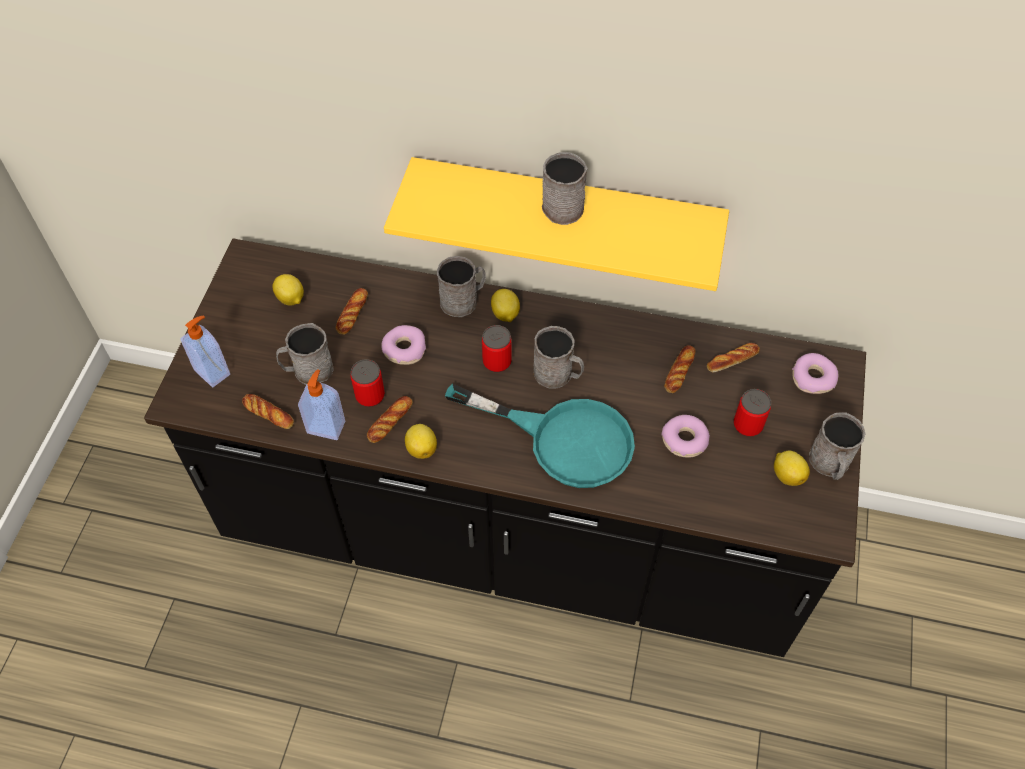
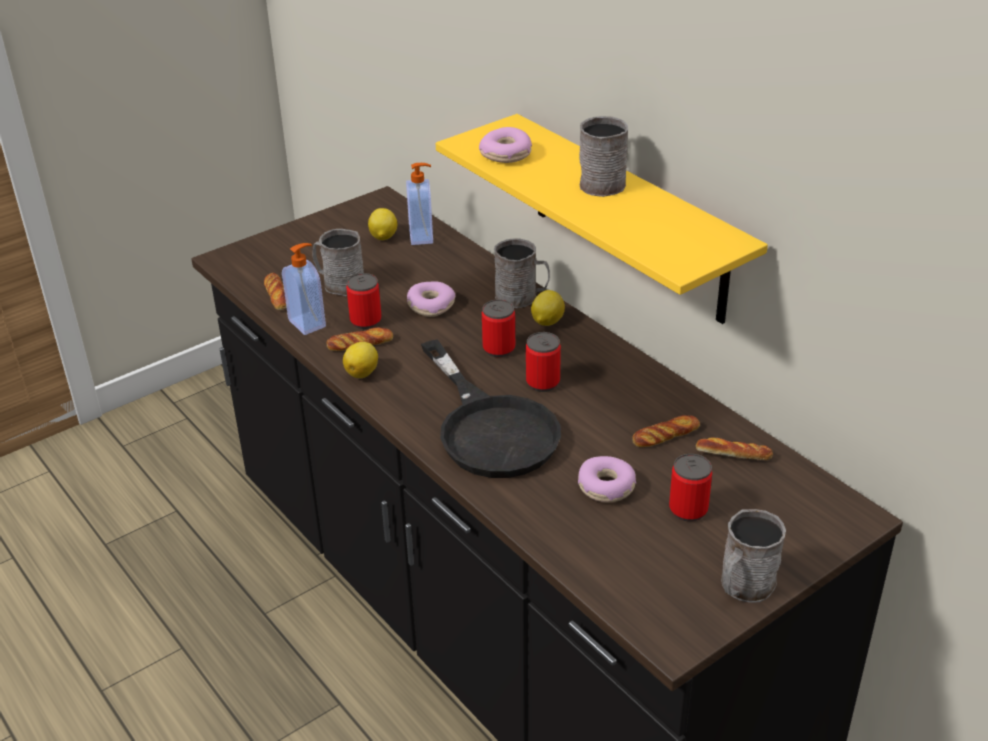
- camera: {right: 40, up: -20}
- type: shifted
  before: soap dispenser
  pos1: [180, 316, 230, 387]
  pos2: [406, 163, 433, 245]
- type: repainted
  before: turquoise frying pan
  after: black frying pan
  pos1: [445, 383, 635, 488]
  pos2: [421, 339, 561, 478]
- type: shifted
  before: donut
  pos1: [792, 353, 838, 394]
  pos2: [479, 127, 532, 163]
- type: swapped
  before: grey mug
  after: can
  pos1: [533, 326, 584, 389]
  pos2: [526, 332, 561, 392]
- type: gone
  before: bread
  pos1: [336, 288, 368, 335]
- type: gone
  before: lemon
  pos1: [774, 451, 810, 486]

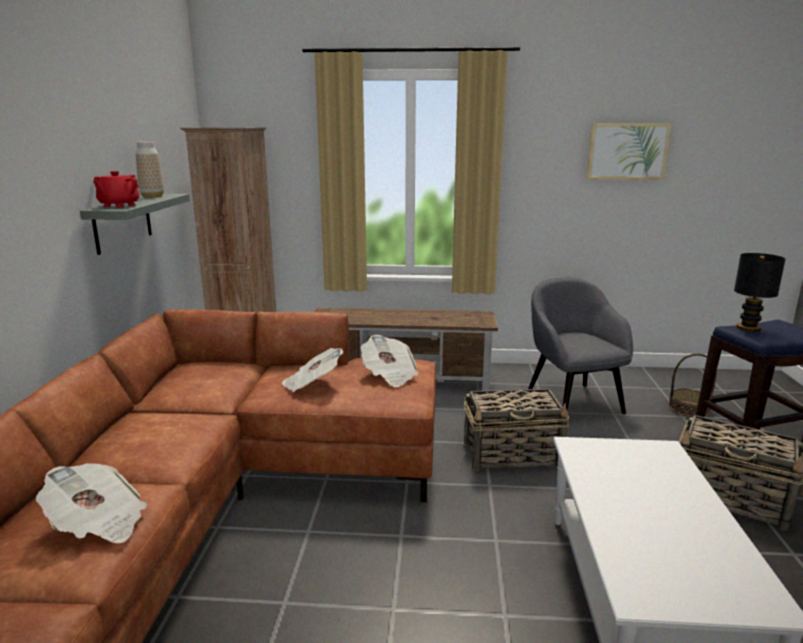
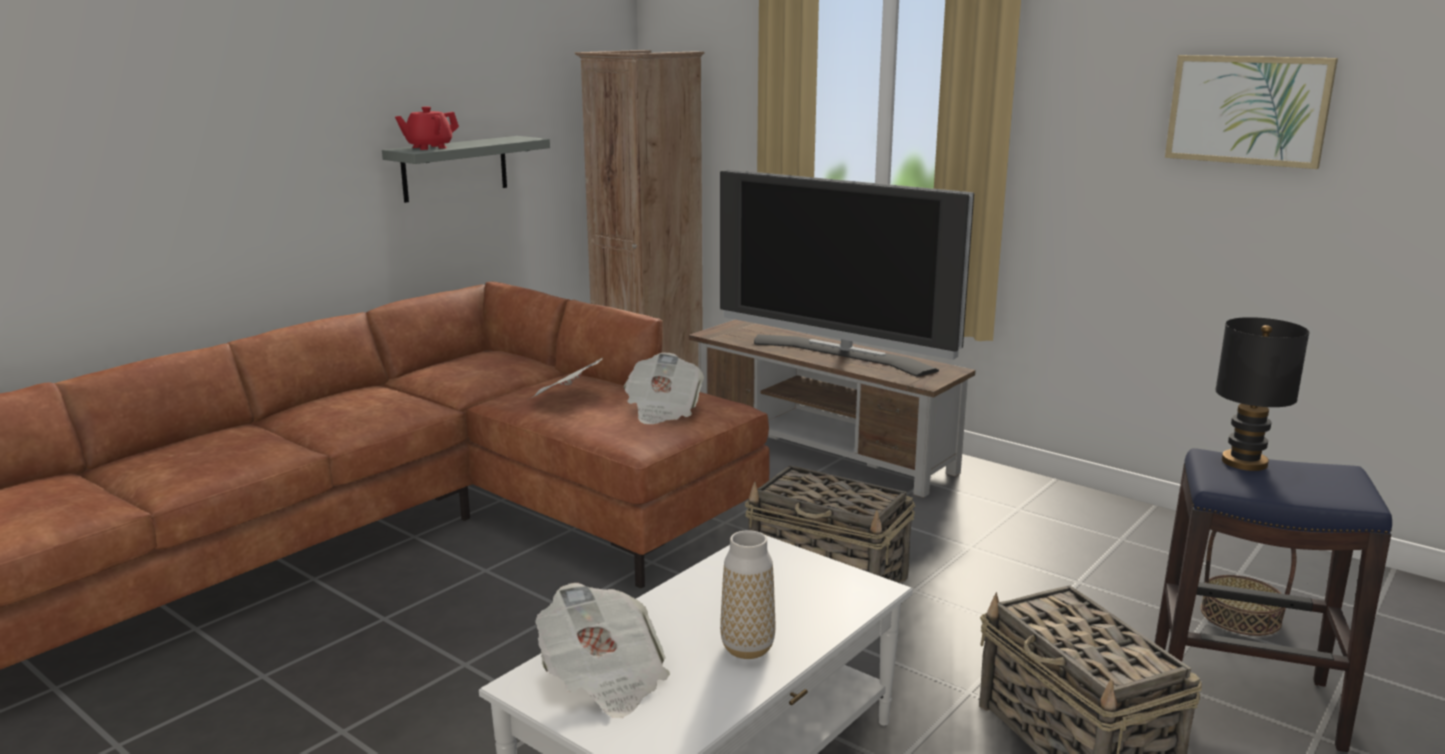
- camera: {right: 35, up: 0}
- type: shifted
  before: newspaper
  pos1: [36, 463, 147, 543]
  pos2: [535, 583, 670, 718]
- type: new
  after: television
  pos2: [720, 170, 974, 376]
- type: shifted
  before: vase
  pos1: [136, 142, 164, 198]
  pos2: [720, 530, 775, 659]
- type: gone
  before: grey armchair
  pos1: [528, 277, 633, 414]

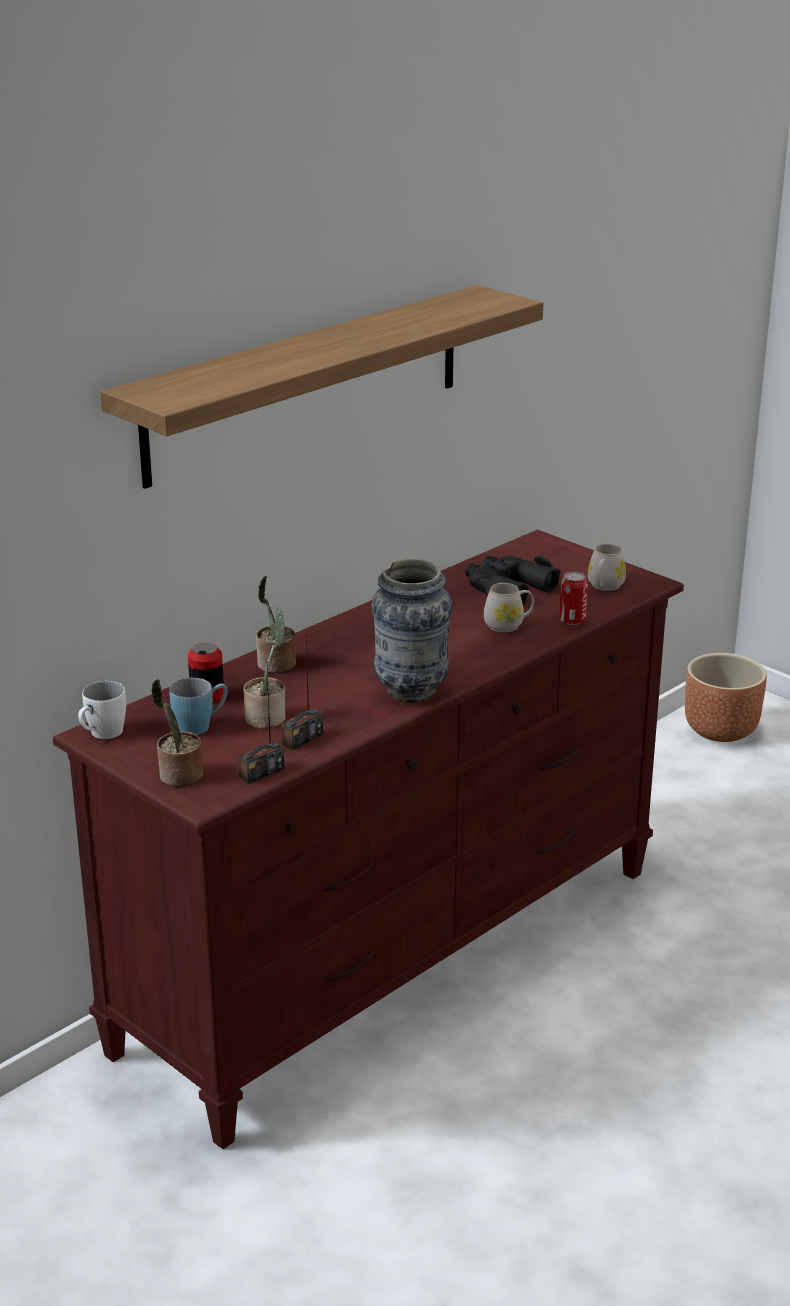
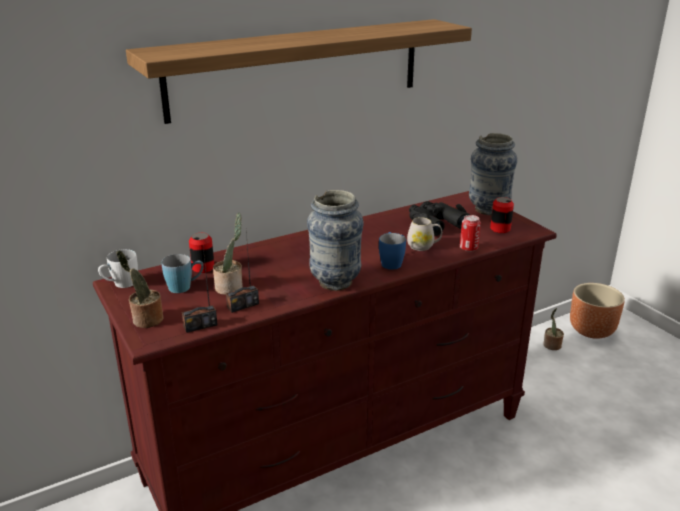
- camera: {right: 15, up: 0}
- type: new
  after: blue mug
  pos2: [379, 232, 406, 270]
- type: new
  after: vase
  pos2: [469, 133, 517, 215]
- type: swapped
  before: white mug
  after: can
  pos1: [588, 544, 626, 591]
  pos2: [490, 197, 514, 233]
- type: shifted
  before: potted plant
  pos1: [256, 576, 296, 673]
  pos2: [543, 308, 564, 350]

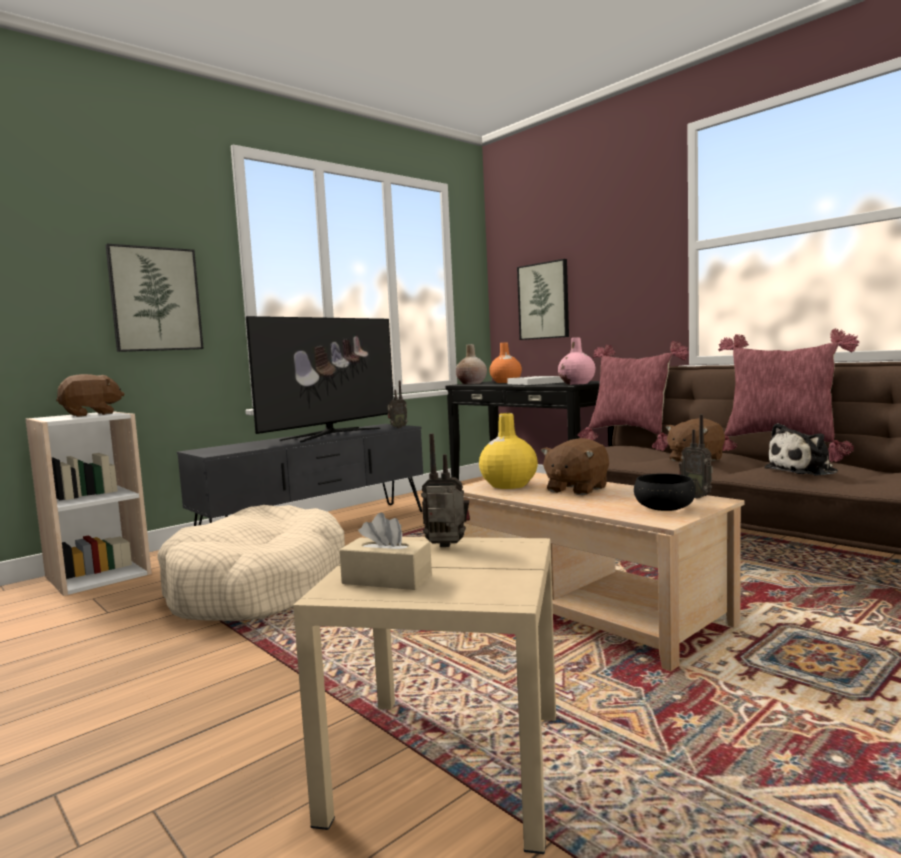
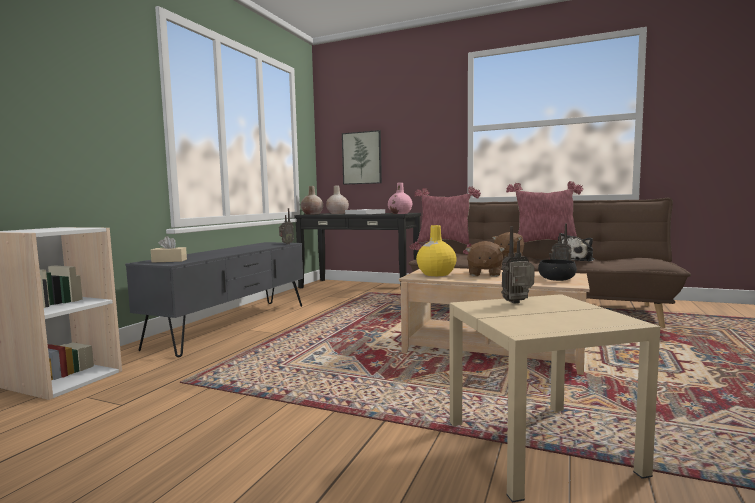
- camera: {right: -25, up: 0}
- type: shifted
  before: beige tissue box
  pos1: [339, 513, 432, 590]
  pos2: [151, 236, 187, 263]
- type: repainted
  before: orange vase
  after: beige vase
  pos1: [489, 342, 522, 383]
  pos2: [326, 185, 349, 214]
- type: gone
  before: brown plush toy
  pos1: [56, 374, 125, 417]
- type: gone
  before: picture
  pos1: [106, 244, 204, 352]
- type: gone
  before: beige dog bed
  pos1: [157, 505, 345, 621]
- type: gone
  before: television
  pos1: [246, 316, 394, 442]

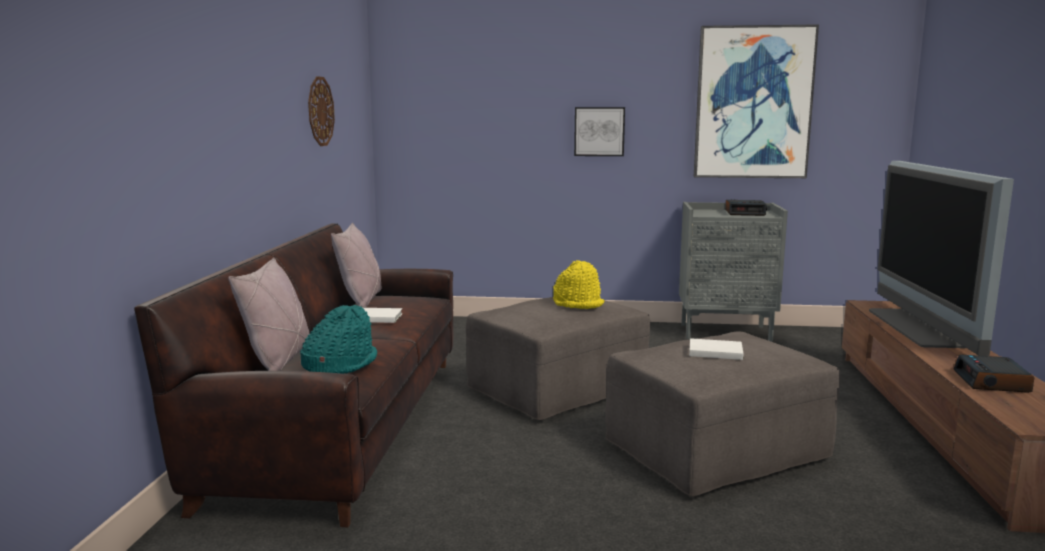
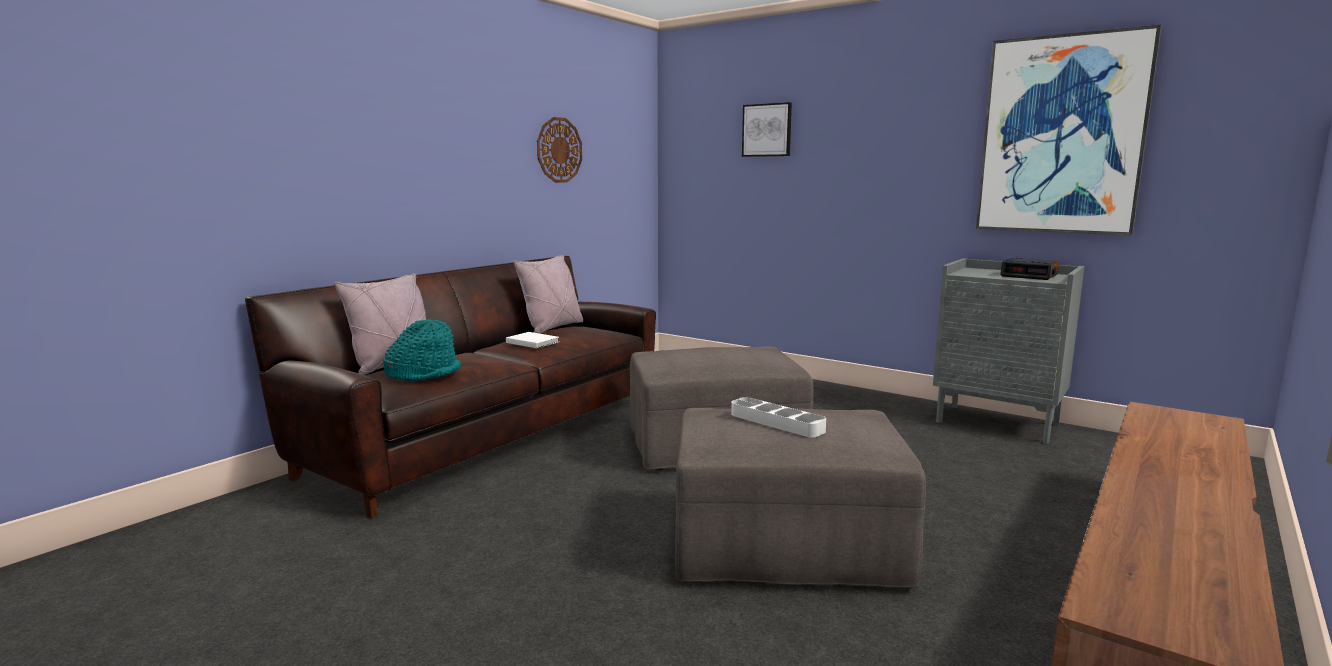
- camera: {right: 30, up: 0}
- type: swapped
  before: white book
  after: white tray
  pos1: [689, 338, 744, 360]
  pos2: [731, 397, 826, 437]
- type: shifted
  before: picture
  pos1: [574, 107, 625, 156]
  pos2: [742, 102, 792, 157]
- type: gone
  before: yellow hat
  pos1: [553, 260, 605, 309]
- type: gone
  before: television
  pos1: [869, 161, 1014, 356]
- type: gone
  before: alarm clock
  pos1: [954, 354, 1034, 393]

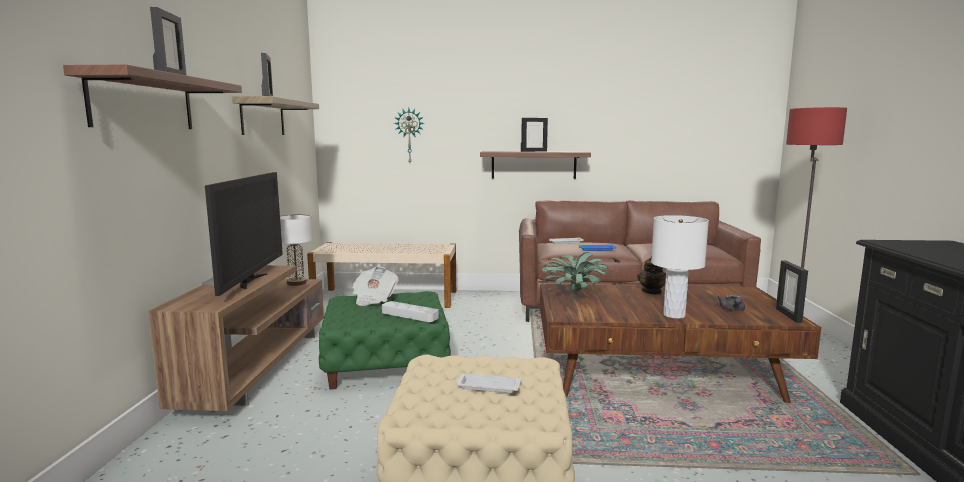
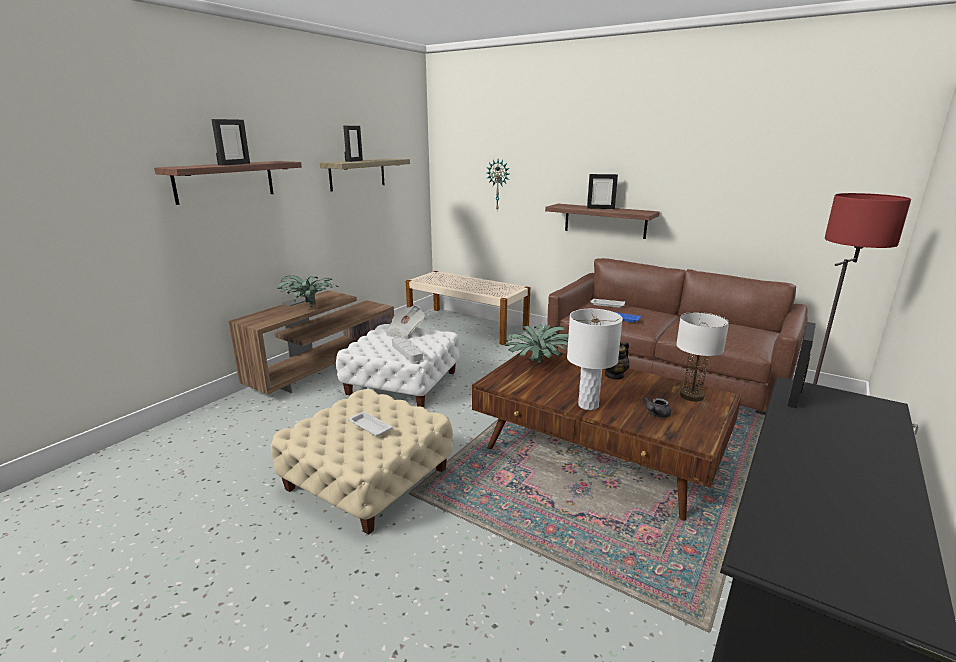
- camera: {right: 30, up: 10}
- type: swapped
  before: television
  after: potted plant
  pos1: [205, 172, 283, 296]
  pos2: [277, 275, 339, 307]
- type: repainted
  before: green ottoman
  after: white ottoman
  pos1: [319, 291, 451, 389]
  pos2: [336, 324, 460, 407]
- type: shifted
  before: table lamp
  pos1: [280, 214, 313, 286]
  pos2: [676, 312, 729, 402]
- type: shifted
  before: picture frame
  pos1: [776, 261, 808, 323]
  pos2: [788, 322, 816, 408]

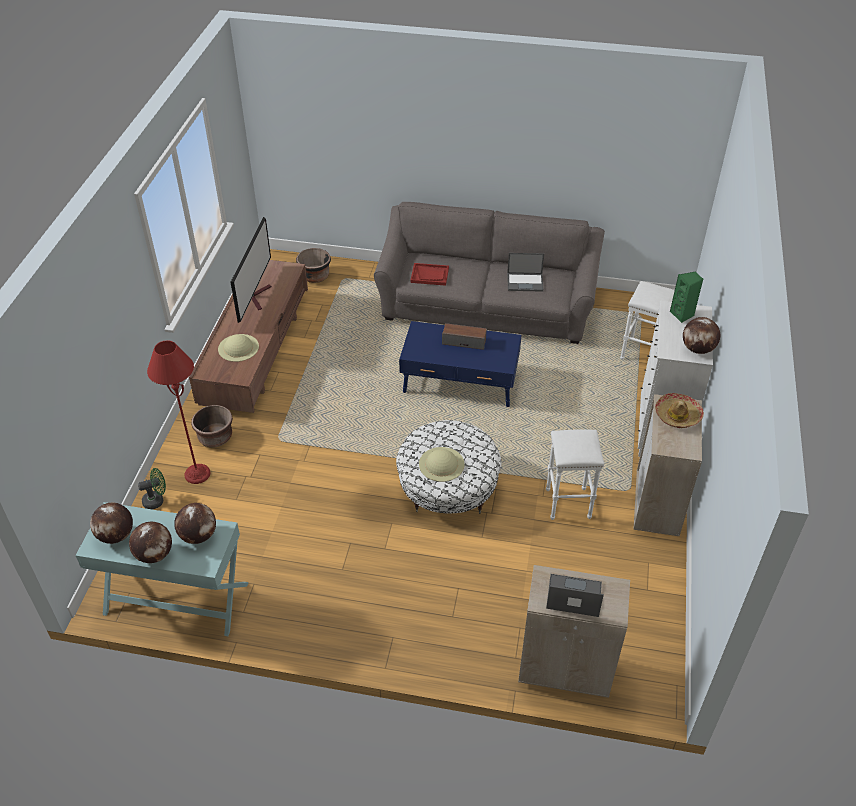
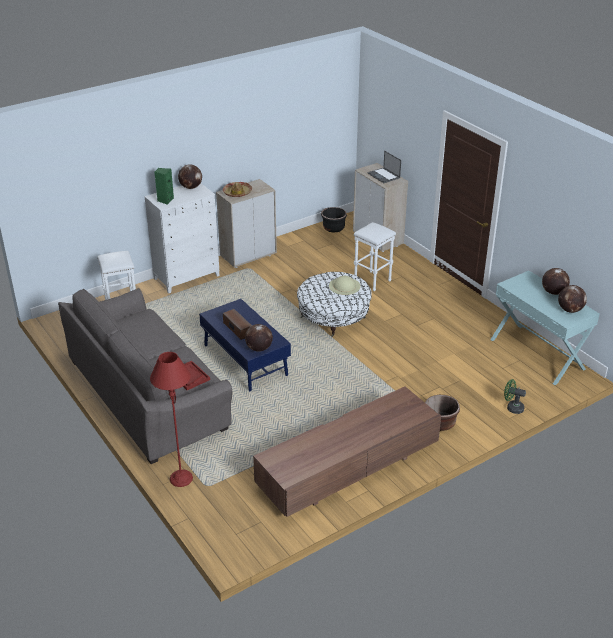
- camera: {right: -135, up: -10}
- type: shifted
  before: red floor lamp
  pos1: [147, 340, 210, 484]
  pos2: [150, 352, 193, 487]
- type: shifted
  before: globe
  pos1: [174, 503, 216, 544]
  pos2: [245, 324, 273, 352]
- type: shifted
  before: black planter
  pos1: [296, 248, 331, 283]
  pos2: [321, 207, 347, 232]
- type: shifted
  before: white stool
  pos1: [546, 430, 604, 520]
  pos2: [354, 222, 396, 291]
- type: gone
  before: beige hat
  pos1: [218, 334, 259, 362]
- type: gone
  before: television
  pos1: [231, 217, 272, 323]
- type: gone
  before: laptop
  pos1: [507, 253, 544, 292]

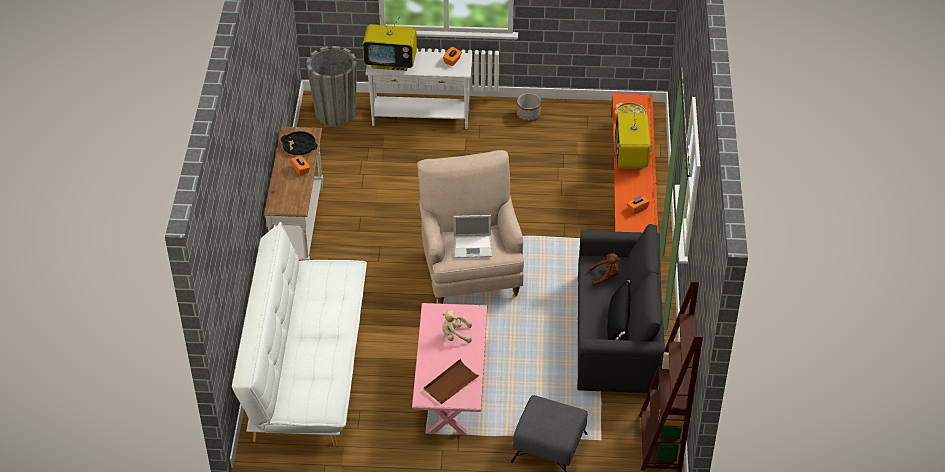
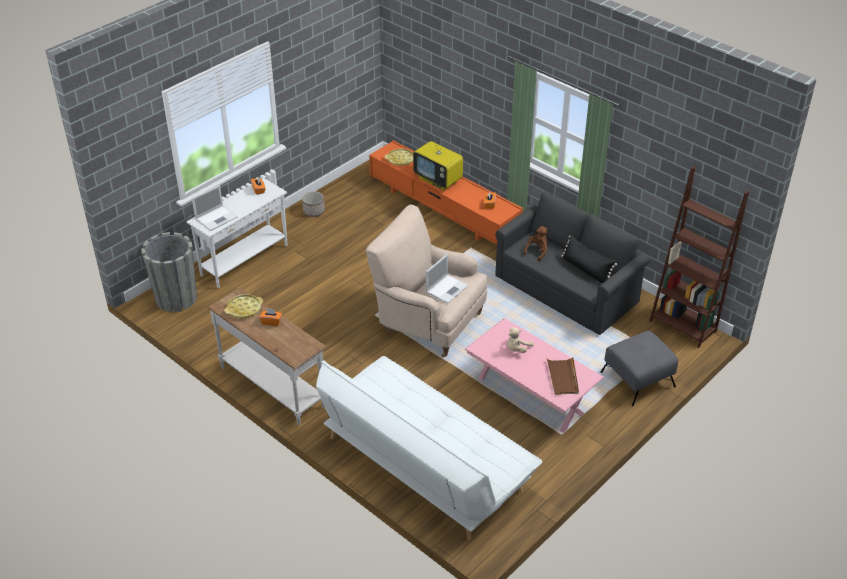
- camera: {right: -50, up: -5}
- type: swapped
  before: television
  after: laptop
  pos1: [363, 15, 417, 71]
  pos2: [192, 185, 238, 231]
- type: repainted
  before: black tray
  after: yellow tray
  pos1: [281, 131, 318, 155]
  pos2: [224, 294, 263, 319]

